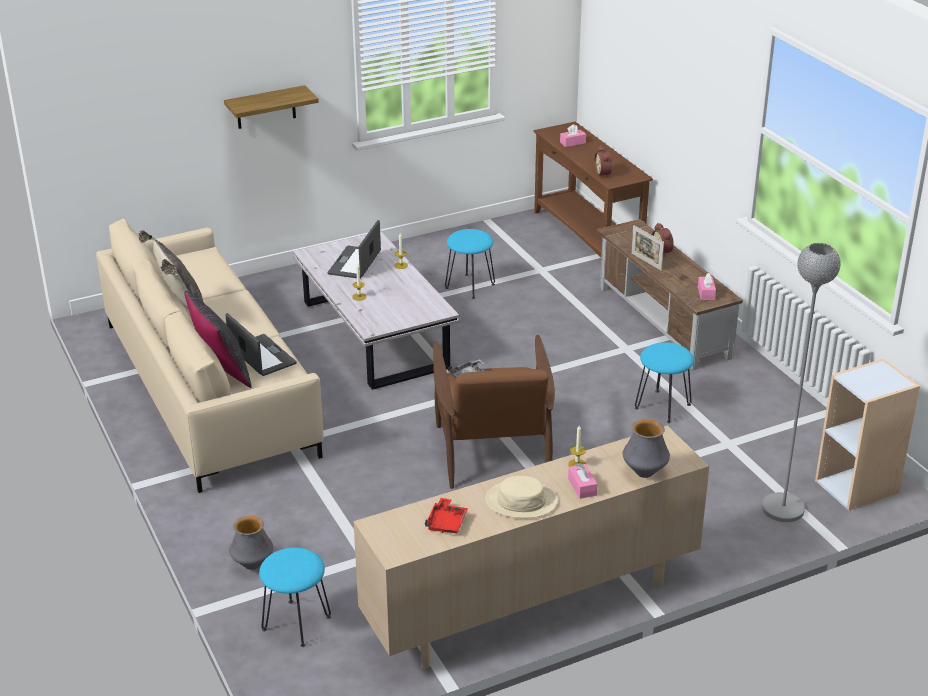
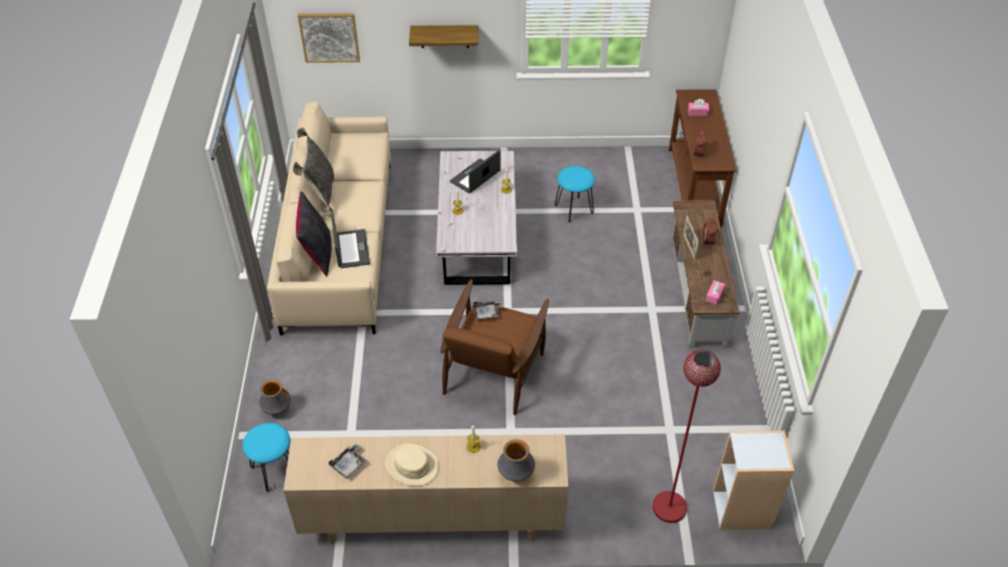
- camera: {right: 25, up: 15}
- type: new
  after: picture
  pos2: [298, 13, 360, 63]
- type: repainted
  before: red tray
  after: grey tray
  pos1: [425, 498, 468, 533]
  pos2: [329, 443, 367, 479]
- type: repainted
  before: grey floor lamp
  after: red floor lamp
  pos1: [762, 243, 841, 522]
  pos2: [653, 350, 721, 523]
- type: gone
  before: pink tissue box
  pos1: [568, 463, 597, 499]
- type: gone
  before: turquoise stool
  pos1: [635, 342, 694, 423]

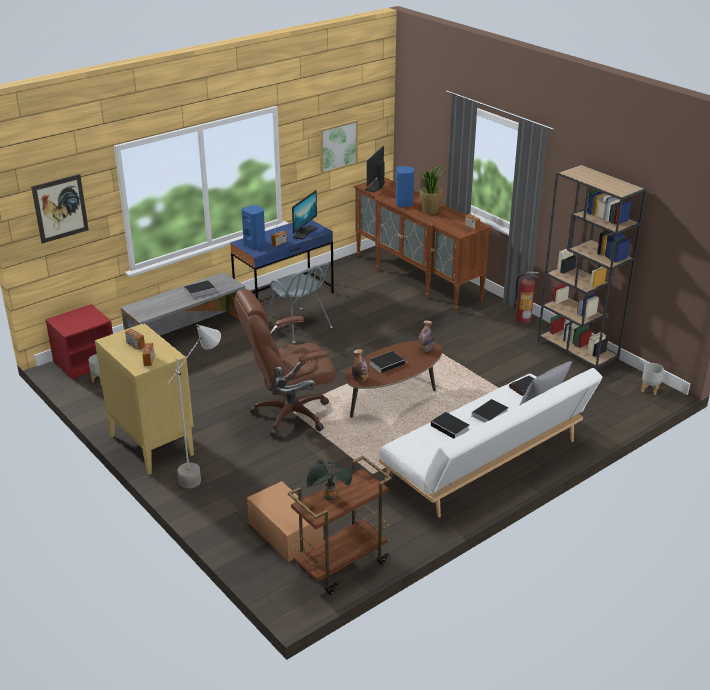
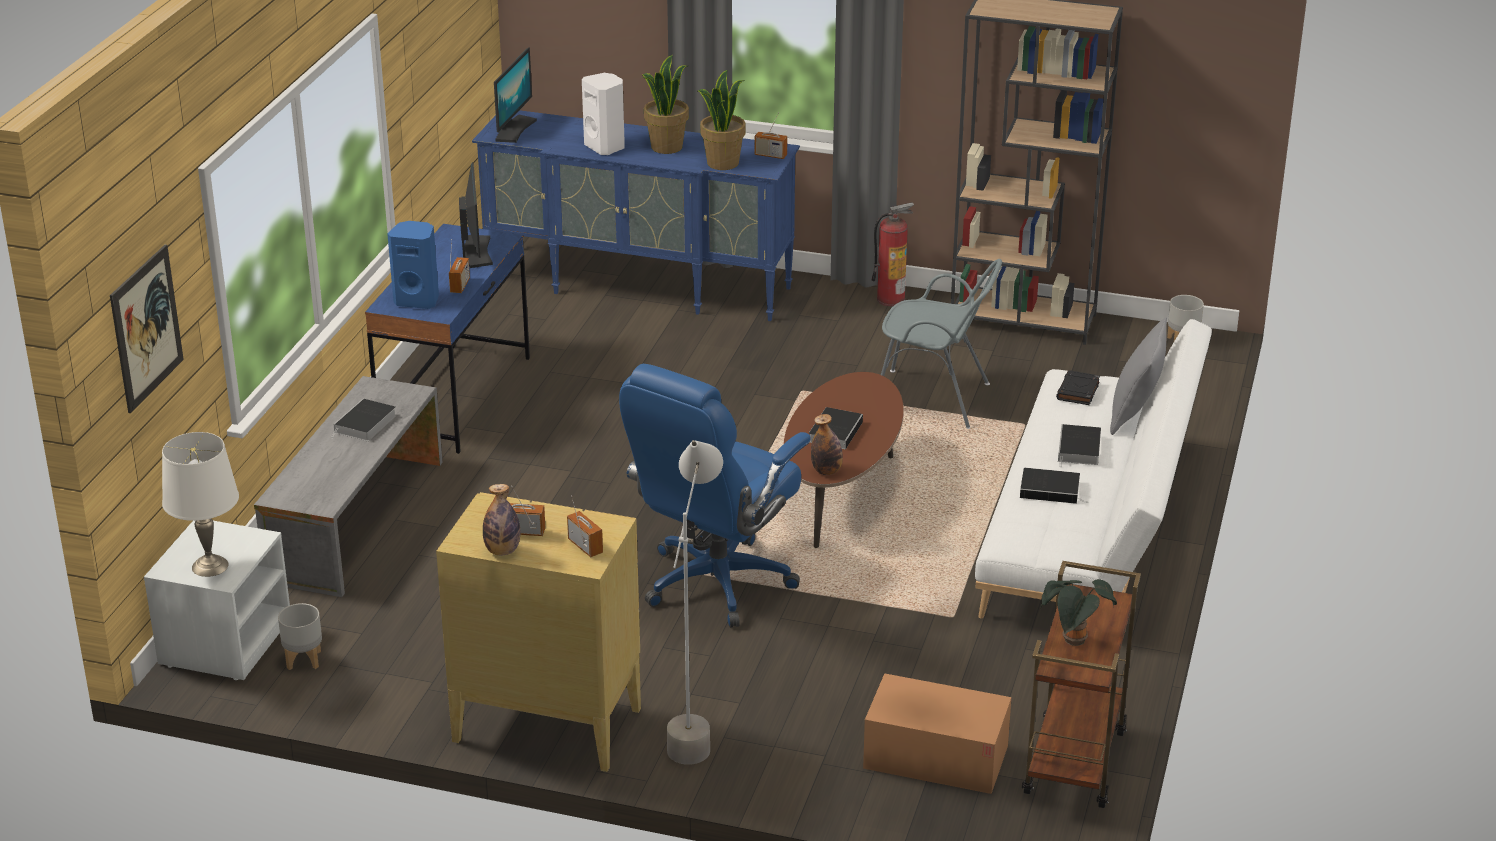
- camera: {right: -35, up: 0}
- type: repainted
  before: red nightstand
  after: white nightstand
  pos1: [45, 304, 113, 379]
  pos2: [144, 521, 290, 680]
- type: new
  after: white table lamp
  pos2: [162, 432, 239, 577]
- type: repainted
  before: brown cabinet
  after: blue cabinet
  pos1: [353, 177, 492, 312]
  pos2: [472, 110, 800, 321]
- type: shifted
  before: bottle
  pos1: [418, 320, 434, 352]
  pos2: [483, 484, 520, 556]
- type: rotated
  before: monitor
  pos1: [365, 146, 385, 193]
  pos2: [494, 47, 537, 143]
  turn: -150
- type: repainted
  before: blue speaker
  after: white speaker
  pos1: [396, 166, 414, 207]
  pos2: [582, 73, 625, 155]
- type: repainted
  before: brown office chair
  after: blue office chair
  pos1: [234, 289, 336, 438]
  pos2: [619, 364, 811, 628]
- type: new
  after: potted plant
  pos2: [698, 70, 745, 170]
- type: shifted
  before: grey chair
  pos1: [267, 263, 333, 343]
  pos2: [881, 259, 1002, 429]
- type: gone
  before: picture
  pos1: [319, 120, 358, 174]

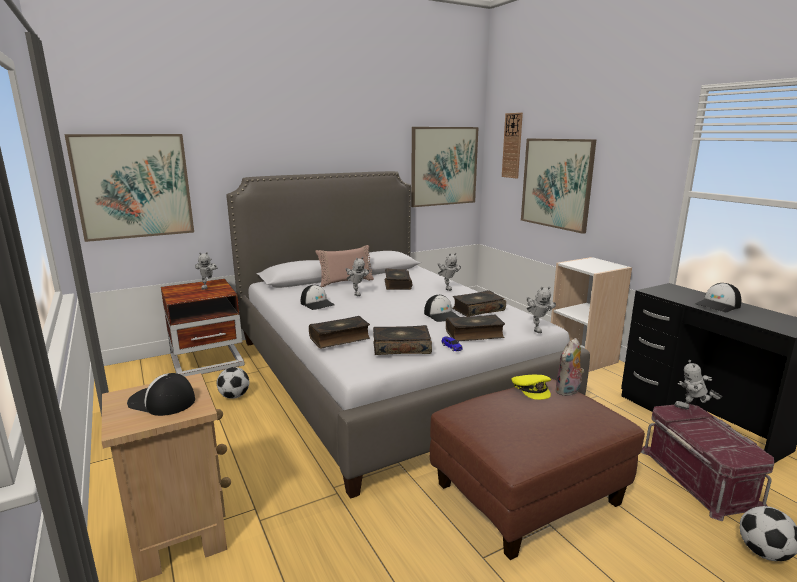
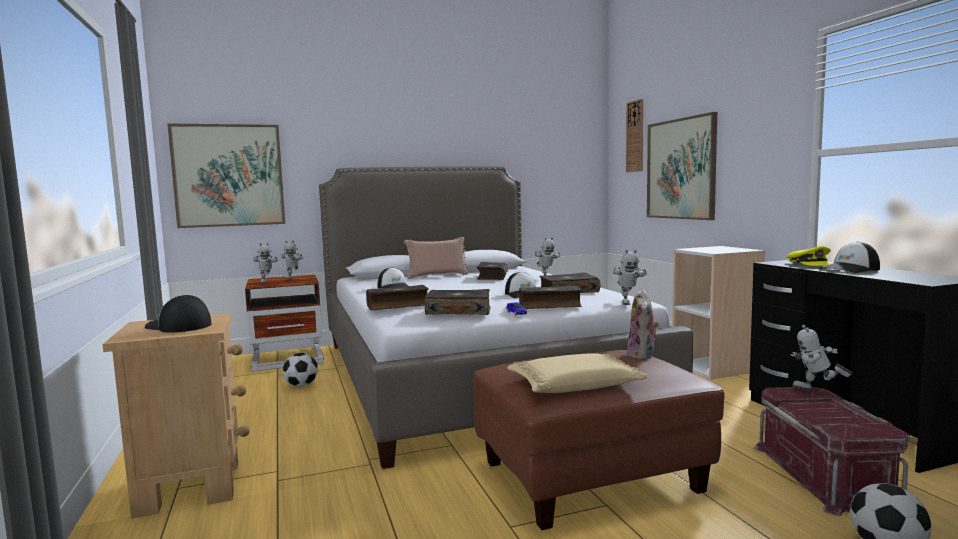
- camera: {right: 10, up: -10}
- type: shifted
  before: toy robot
  pos1: [345, 257, 370, 296]
  pos2: [253, 242, 278, 283]
- type: new
  after: beige pillow
  pos2: [507, 353, 648, 393]
- type: rotated
  before: plush toy
  pos1: [555, 338, 584, 396]
  pos2: [628, 289, 659, 359]
  turn: -45
- type: shifted
  before: yellow cap
  pos1: [511, 374, 551, 400]
  pos2: [787, 246, 831, 266]
- type: gone
  before: picture
  pos1: [411, 127, 479, 207]

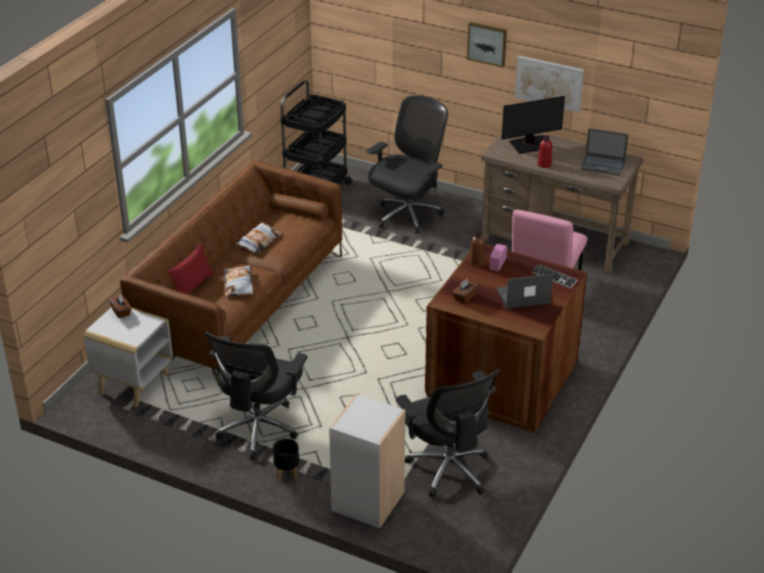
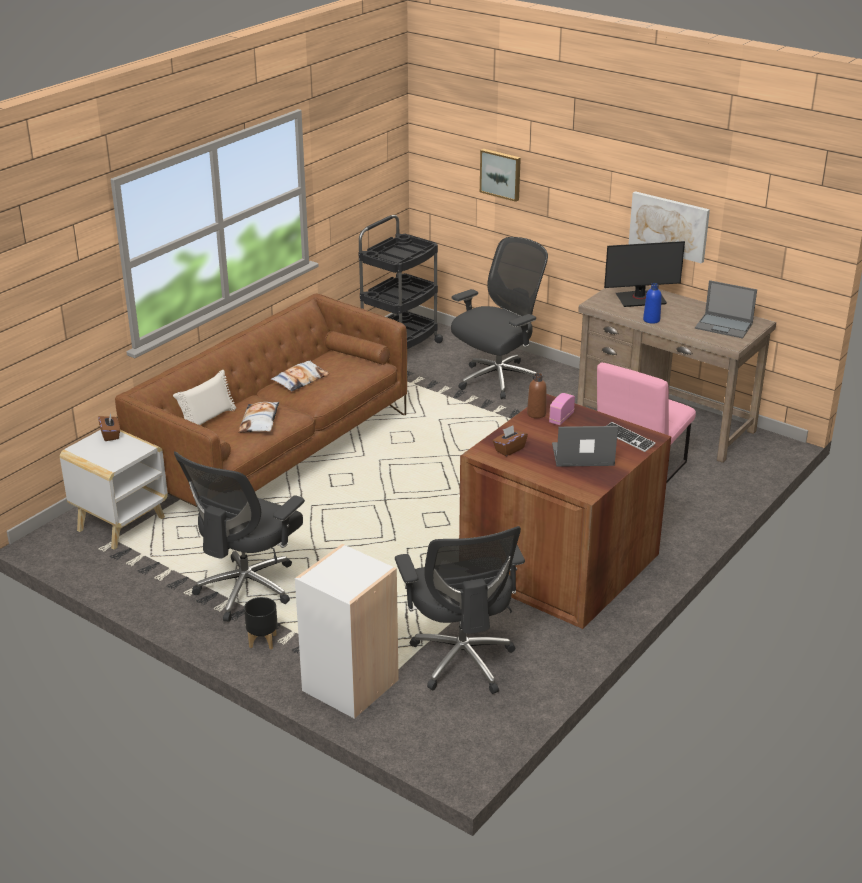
- camera: {right: 10, up: -5}
- type: repainted
  before: red pillow
  after: white pillow
  pos1: [167, 243, 214, 295]
  pos2: [173, 370, 236, 425]
- type: shifted
  before: picture
  pos1: [467, 22, 507, 67]
  pos2: [480, 149, 521, 202]
- type: repainted
  before: red bottle
  after: blue bottle
  pos1: [538, 135, 552, 168]
  pos2: [643, 283, 662, 324]

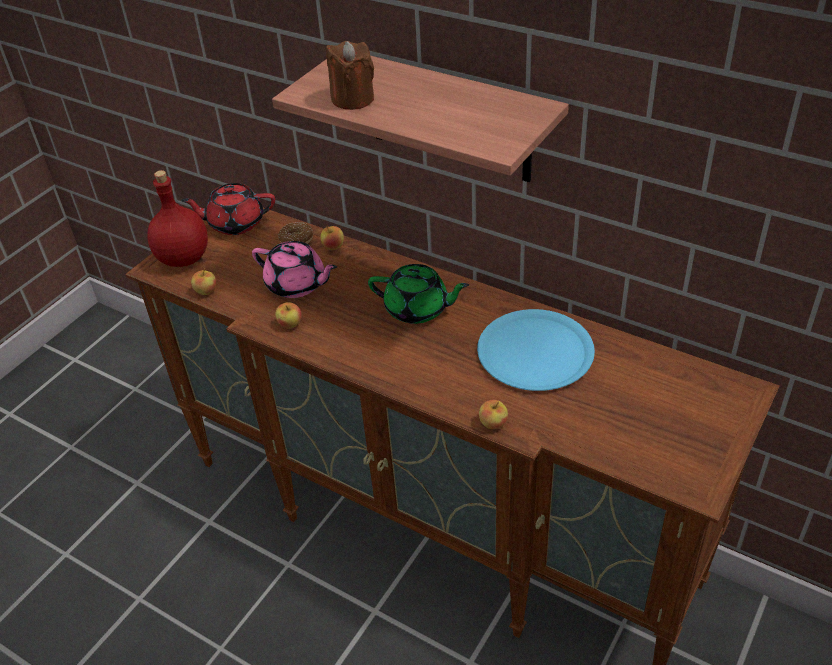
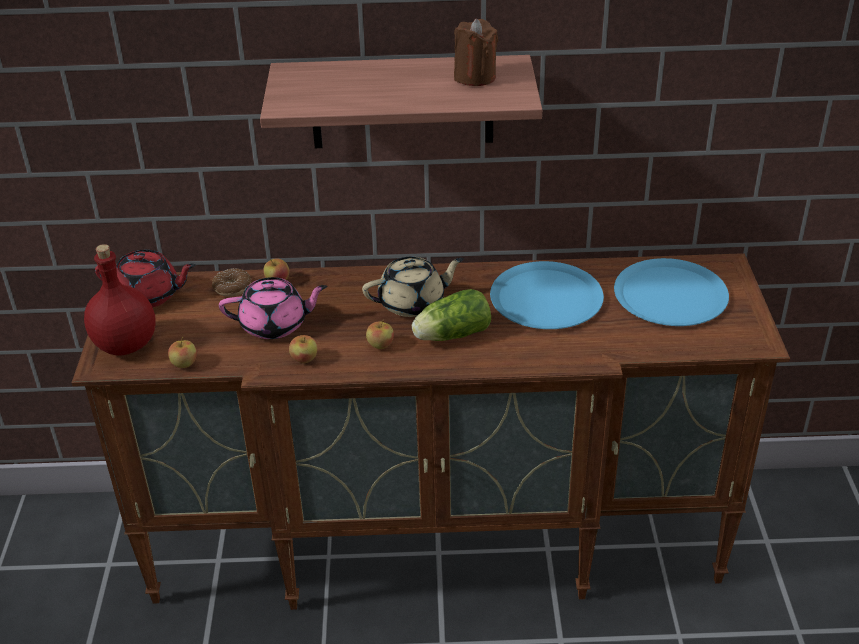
- camera: {right: -35, up: -5}
- type: rotated
  before: red teapot
  pos1: [181, 183, 275, 235]
  pos2: [95, 250, 196, 307]
  turn: -135
- type: repainted
  before: green teapot
  after: beige teapot
  pos1: [368, 264, 469, 324]
  pos2: [362, 257, 464, 317]
- type: shifted
  before: apple
  pos1: [479, 400, 508, 429]
  pos2: [366, 319, 394, 349]
- type: new
  after: lettuce
  pos2: [412, 289, 491, 341]
- type: shifted
  before: brown candle
  pos1: [326, 41, 374, 110]
  pos2: [454, 19, 498, 86]
- type: new
  after: blue plate
  pos2: [614, 258, 729, 326]

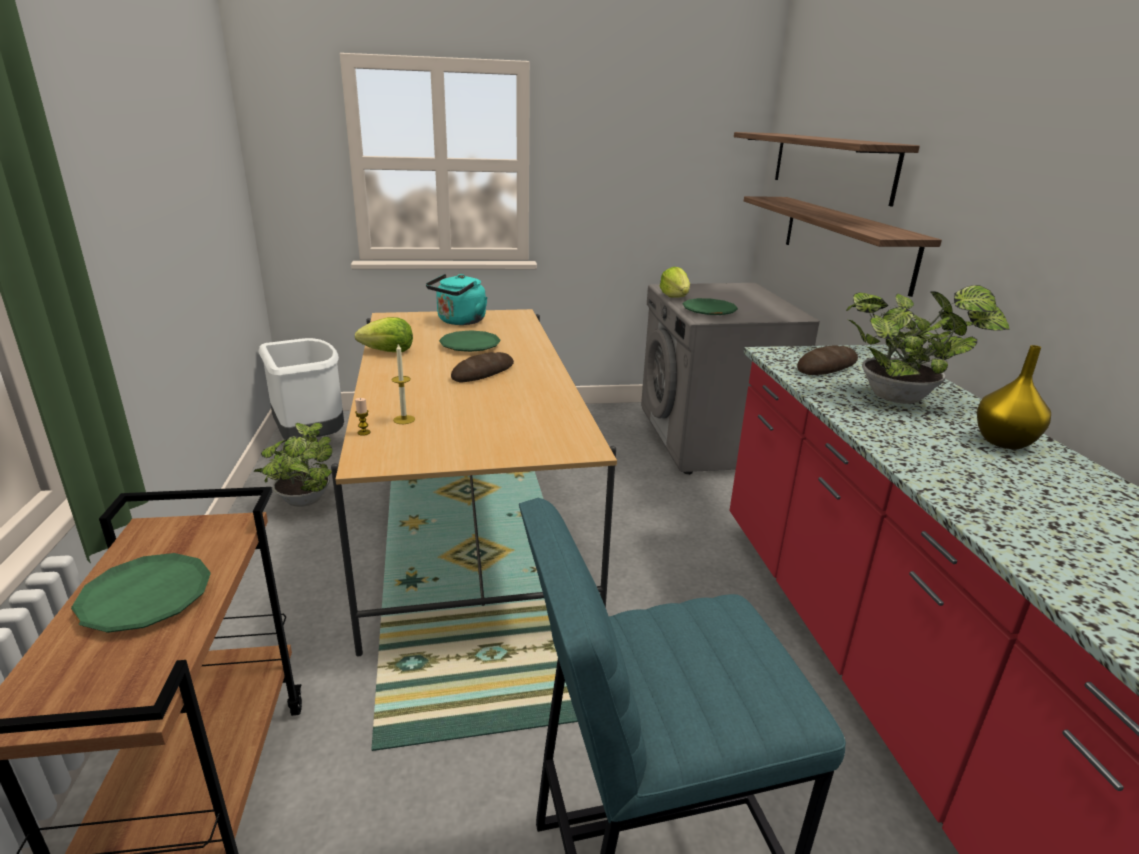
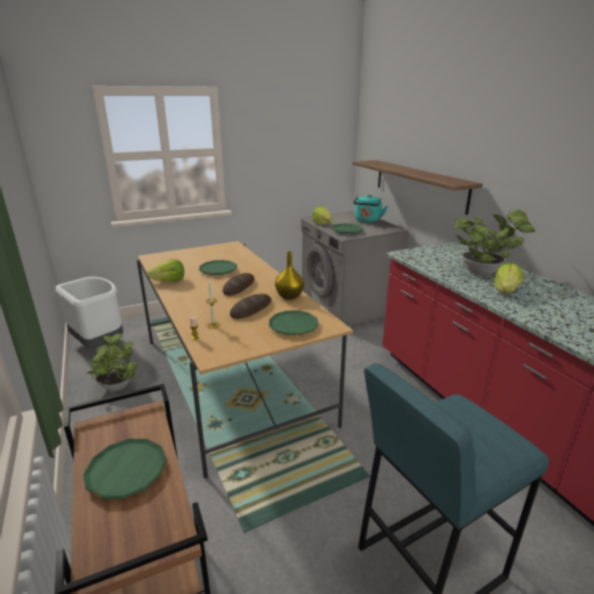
- camera: {right: -15, up: 0}
- type: shifted
  before: bread
  pos1: [797, 345, 858, 375]
  pos2: [230, 294, 271, 319]
- type: new
  after: green plate
  pos2: [269, 310, 319, 335]
- type: shifted
  before: yellow vase
  pos1: [977, 345, 1051, 449]
  pos2: [275, 251, 304, 300]
- type: shifted
  before: turquoise kettle
  pos1: [426, 274, 488, 325]
  pos2: [353, 195, 388, 223]
- type: new
  after: lettuce
  pos2: [494, 263, 523, 293]
- type: gone
  before: shelf
  pos1: [734, 132, 920, 207]

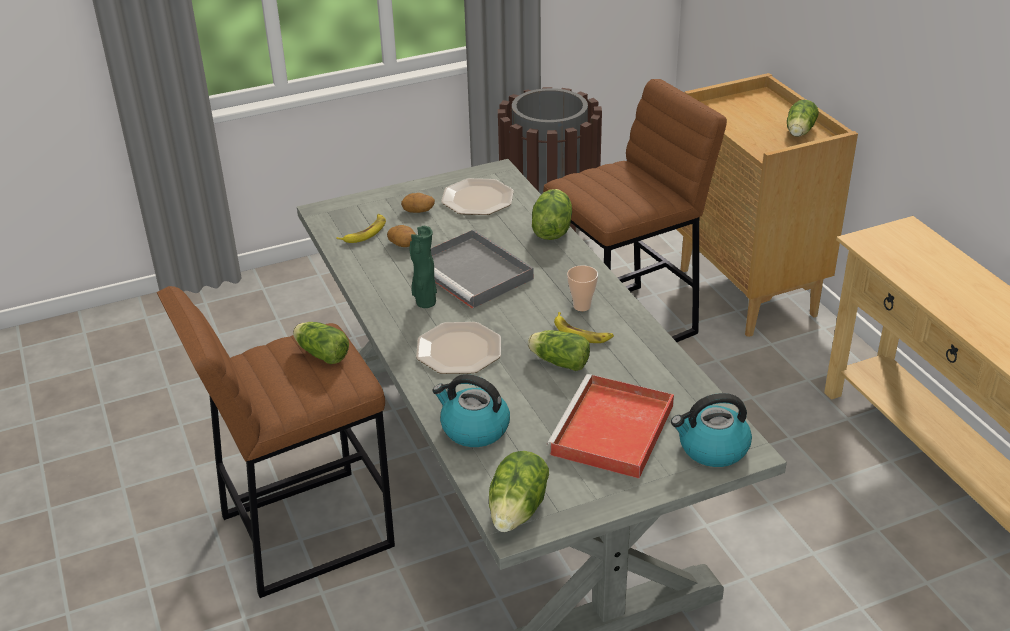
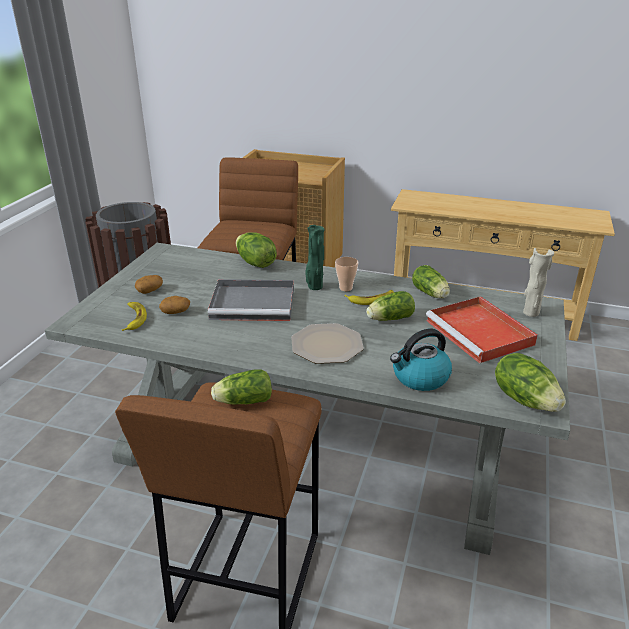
- camera: {right: -50, up: -5}
- type: shifted
  before: green vase
  pos1: [409, 226, 437, 308]
  pos2: [305, 225, 325, 290]
- type: shifted
  before: lettuce
  pos1: [787, 100, 819, 137]
  pos2: [412, 265, 450, 298]
- type: swapped
  before: kettle
  after: beige vase
  pos1: [671, 393, 752, 467]
  pos2: [523, 248, 554, 317]
- type: gone
  before: plate
  pos1: [441, 178, 514, 215]

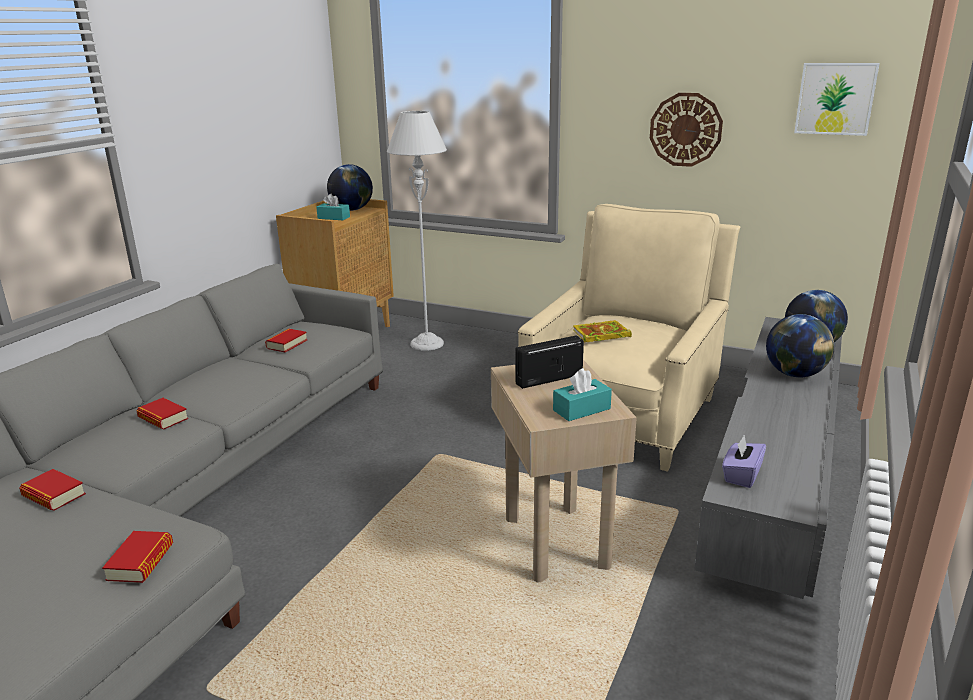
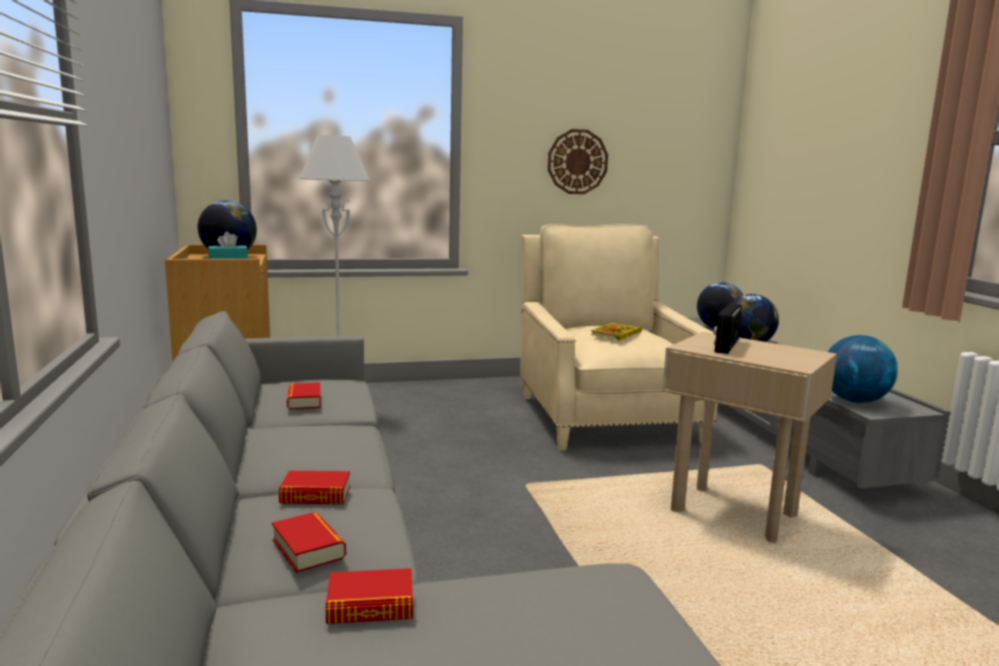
- camera: {right: -40, up: -10}
- type: shifted
  before: book
  pos1: [102, 531, 173, 583]
  pos2: [272, 512, 346, 573]
- type: swapped
  before: purple tissue box
  after: globe
  pos1: [722, 435, 766, 488]
  pos2: [828, 335, 898, 403]
- type: gone
  before: turquoise tissue box
  pos1: [553, 368, 612, 421]
- type: gone
  before: picture
  pos1: [794, 63, 880, 136]

